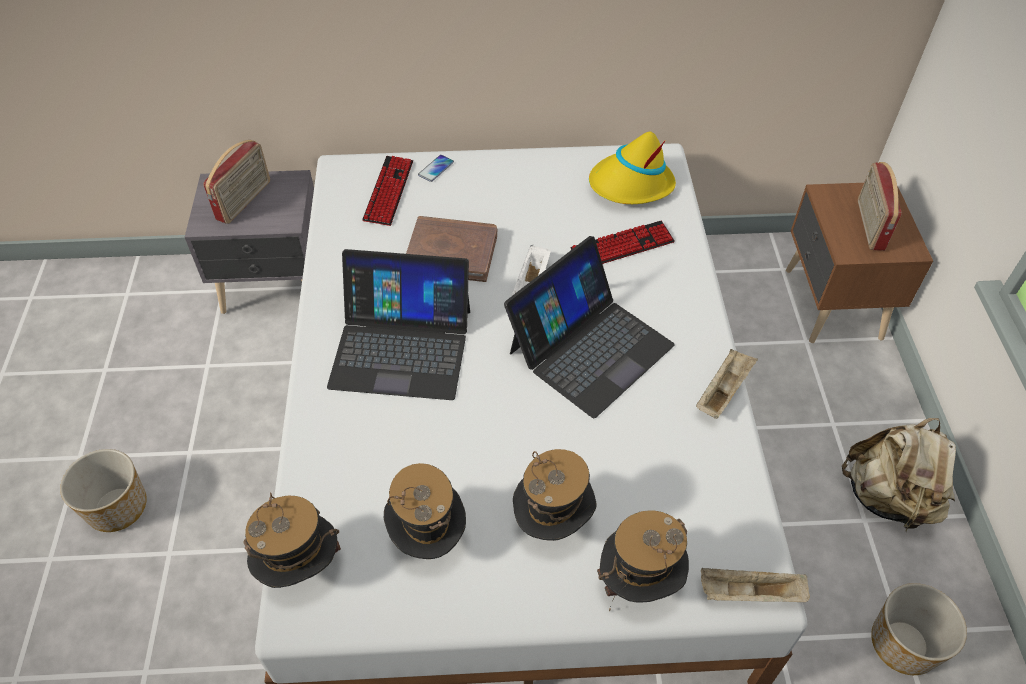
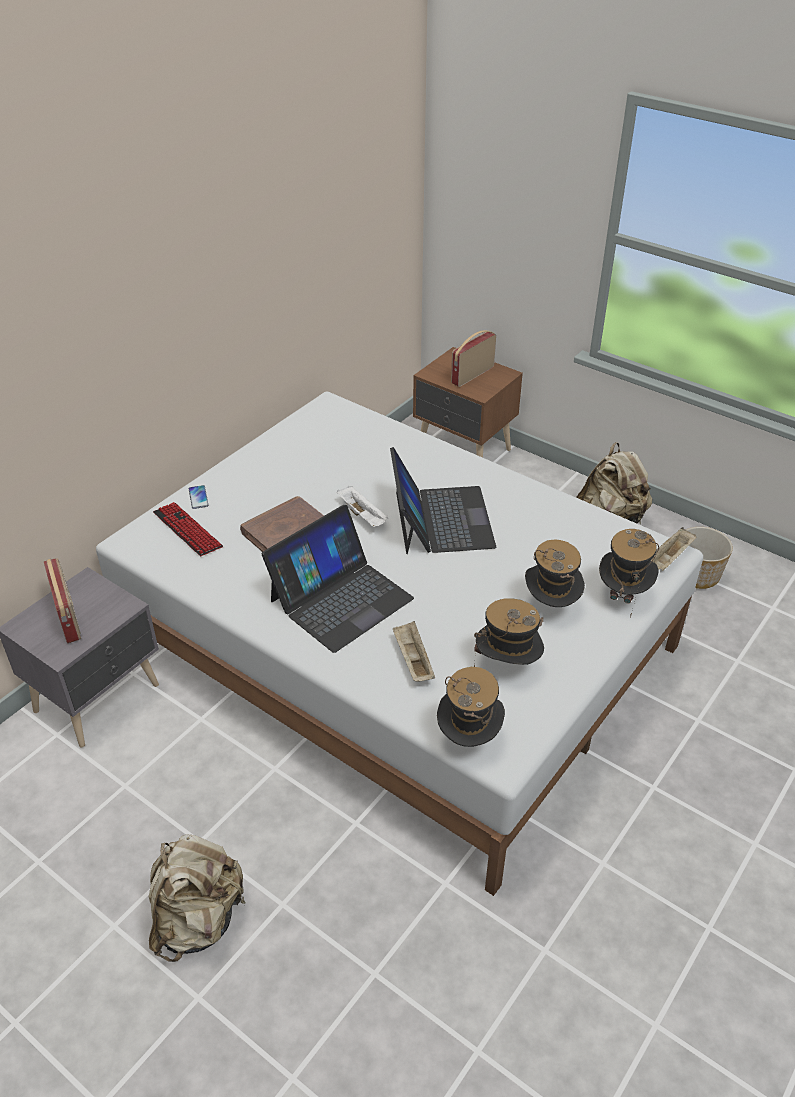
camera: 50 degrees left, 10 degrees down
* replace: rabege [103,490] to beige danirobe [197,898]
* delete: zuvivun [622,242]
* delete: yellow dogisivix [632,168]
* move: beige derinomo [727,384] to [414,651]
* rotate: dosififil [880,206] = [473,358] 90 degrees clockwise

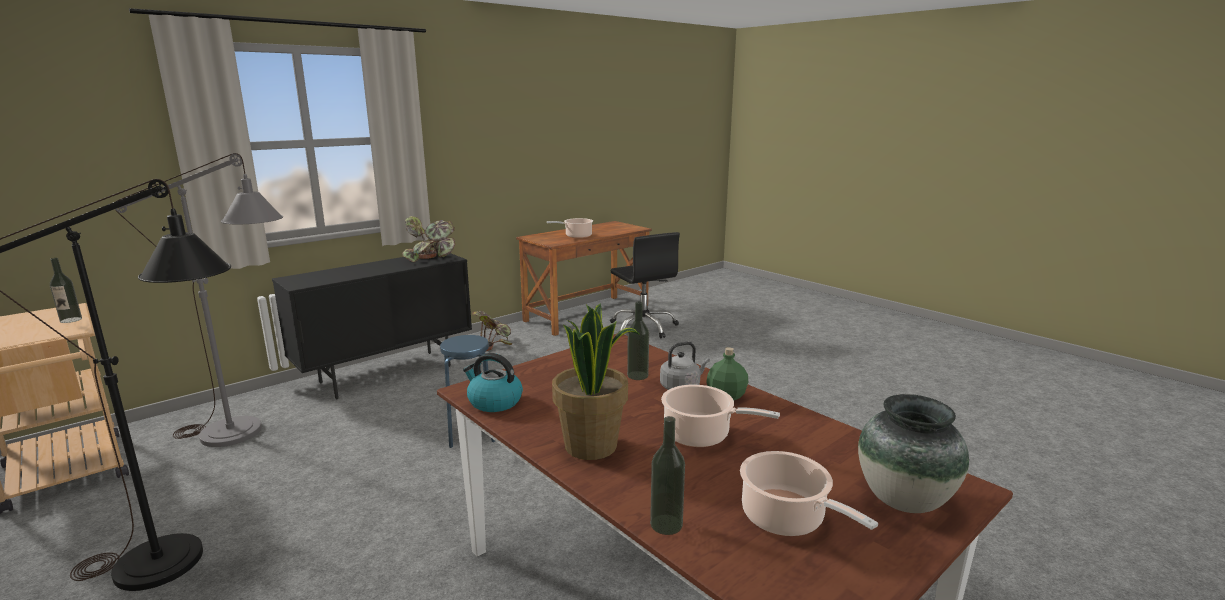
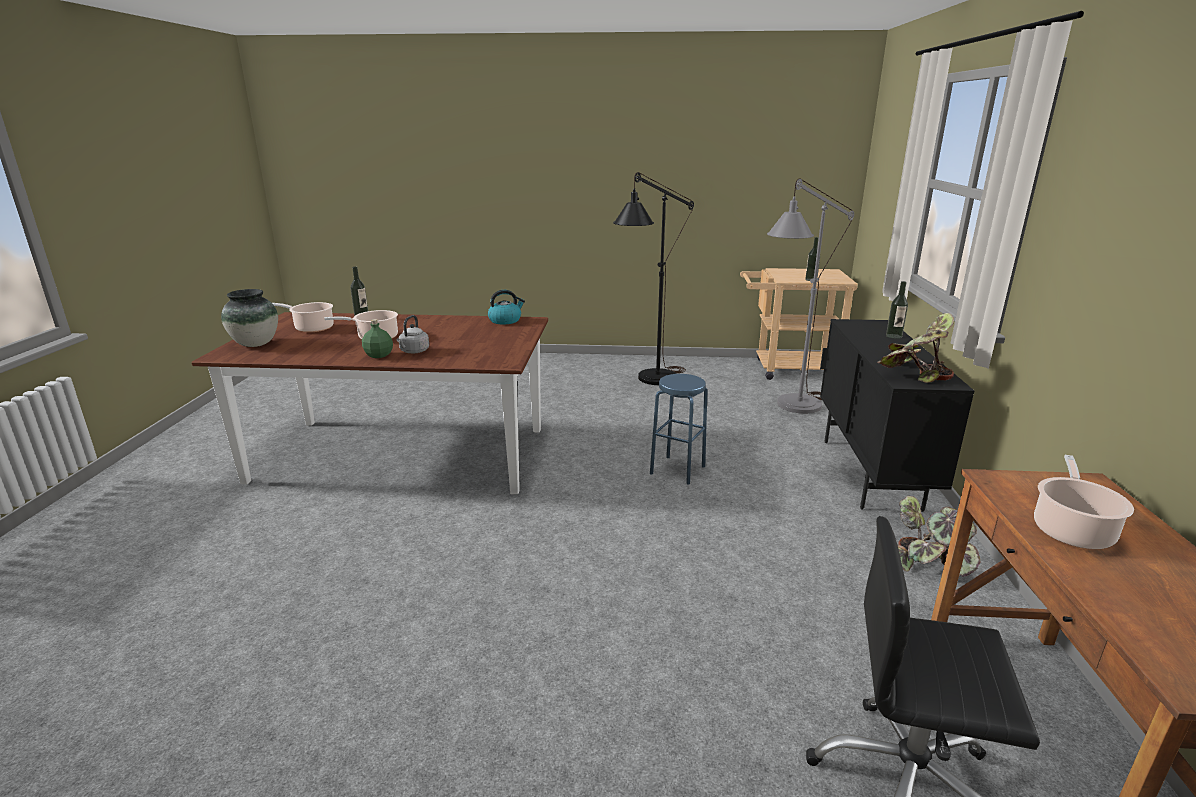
camera: 135 degrees right, 5 degrees up
* delete: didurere [596,381]
* move: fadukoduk [638,340] to [897,310]

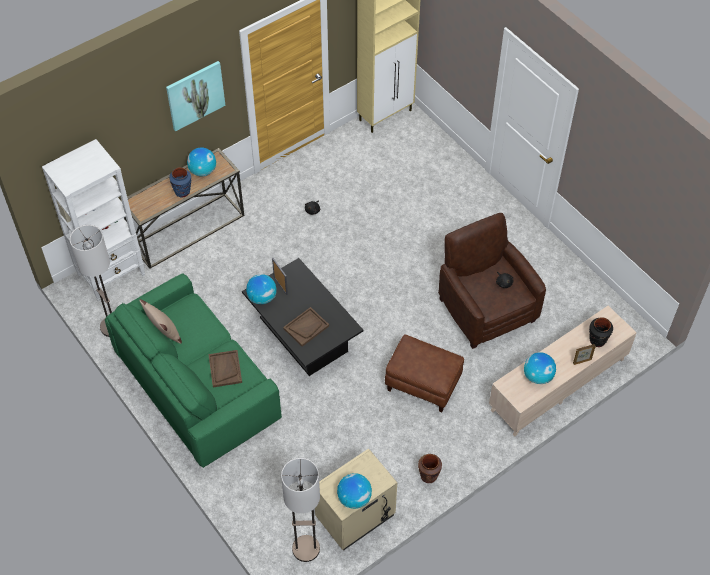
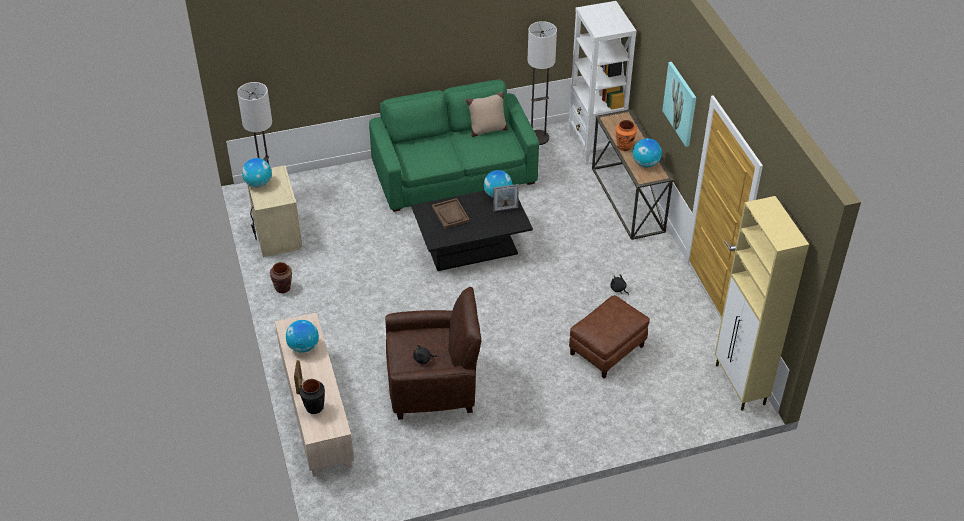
camera: 110 degrees right, 10 degrees down
* recolor: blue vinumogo [180,182] to orange vinumogo [626,135]
* delete: brown derinomo [225,368]
* move: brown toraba [424,373] to [609,337]

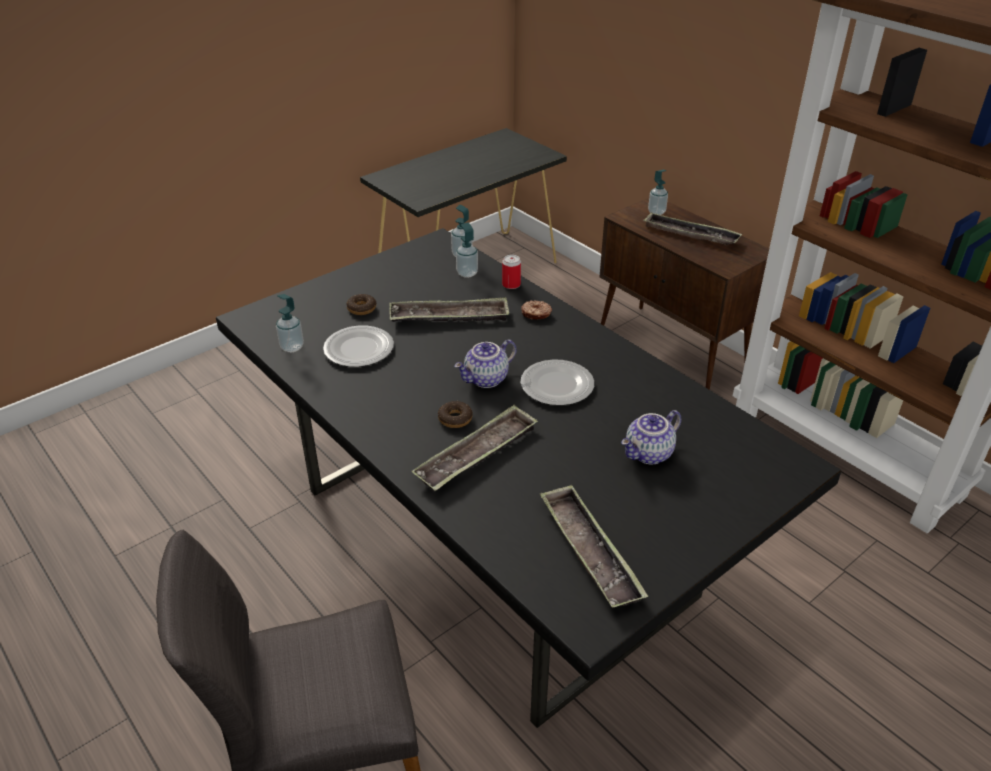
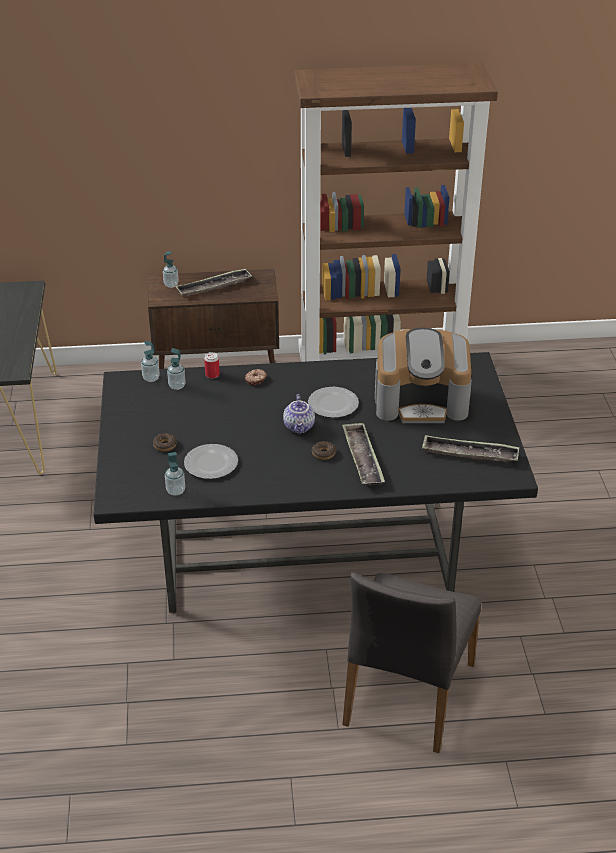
camera: 55 degrees left, 0 degrees up
* delete: derinomo [449,309]
* replace: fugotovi [651,437] to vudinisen [423,375]

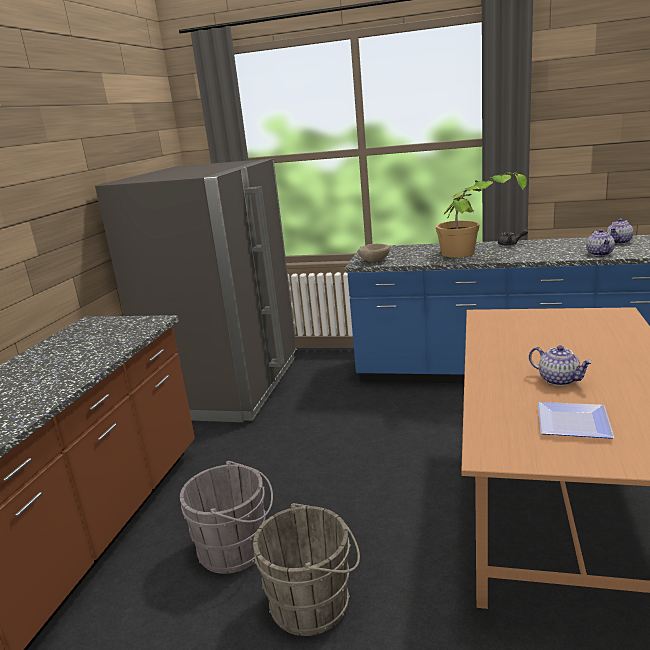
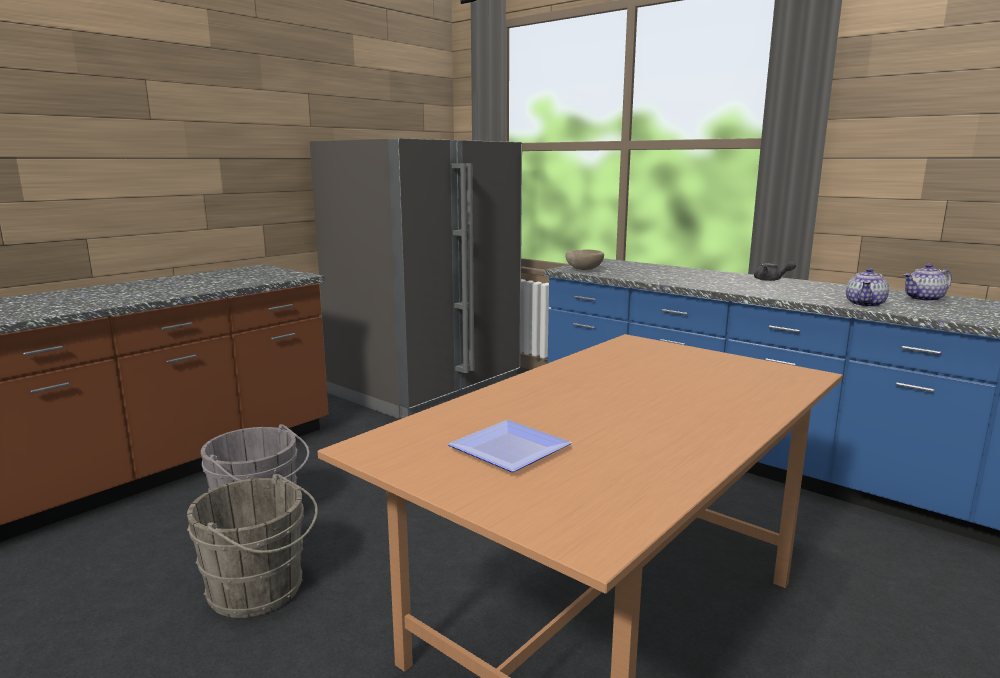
camera: 25 degrees right, 5 degrees down
* delete: didurere [481,215]
* delete: fugotovi [561,365]

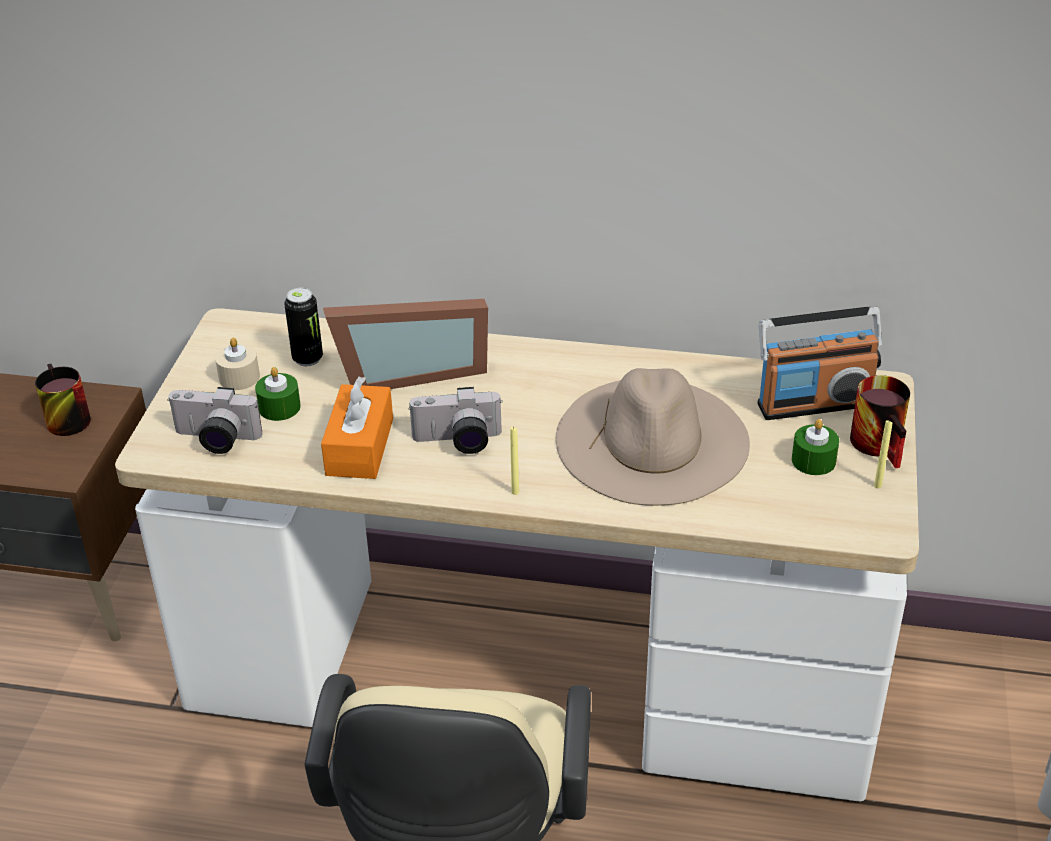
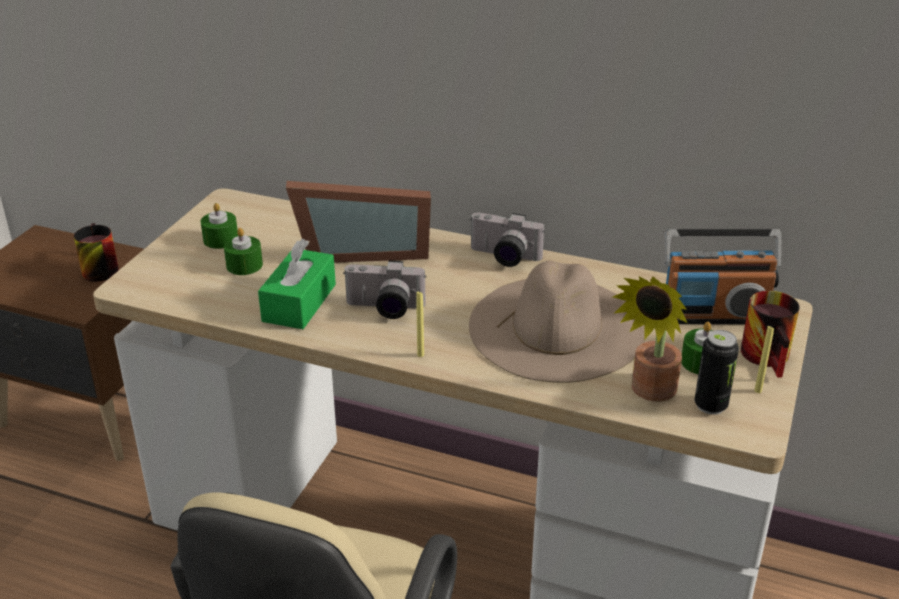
camera: 10 degrees right, 5 degrees down
* move: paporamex [214,420] to [507,240]
* recolor: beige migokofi [237,364] to green migokofi [219,226]
* move: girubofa [303,327] to [716,372]
* recolor: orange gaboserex [357,427] to green gaboserex [297,284]
* insert: didurere [650,339]

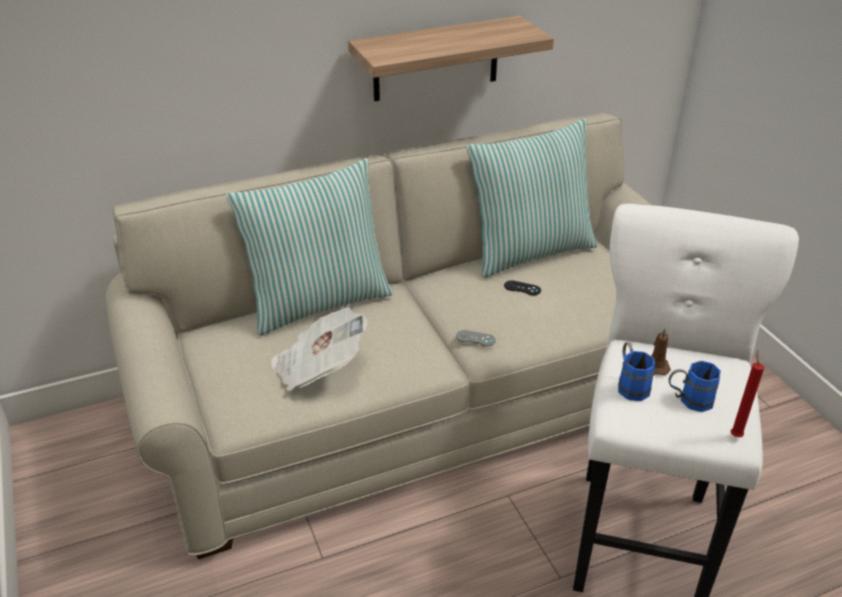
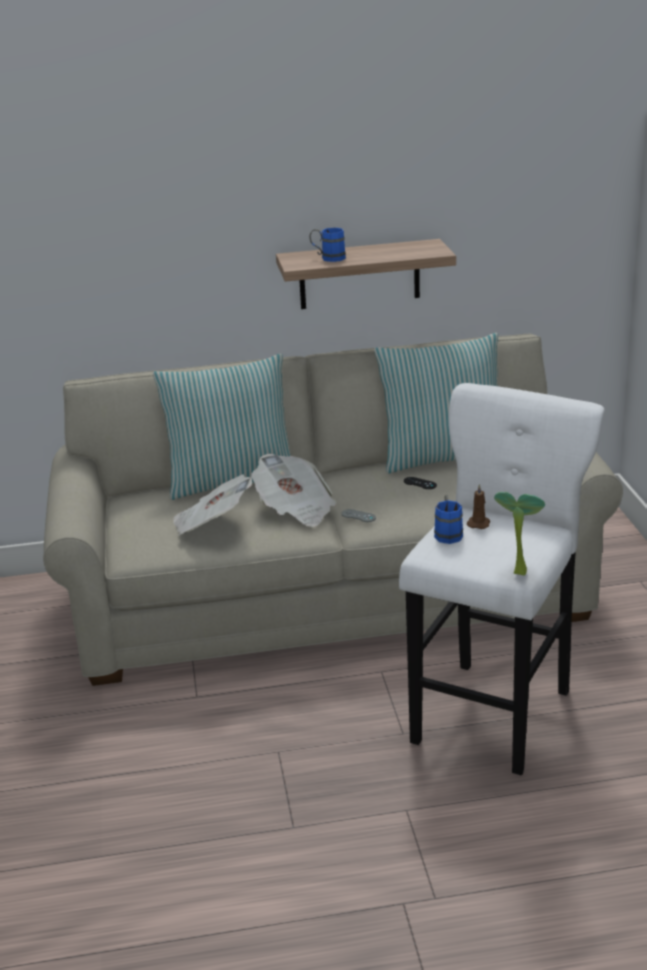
camera: 15 degrees right, 10 degrees down
* move: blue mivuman [695,386] to [328,245]
* replace: red migokofi [747,394] to didurere [519,533]
* insert: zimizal [294,490]

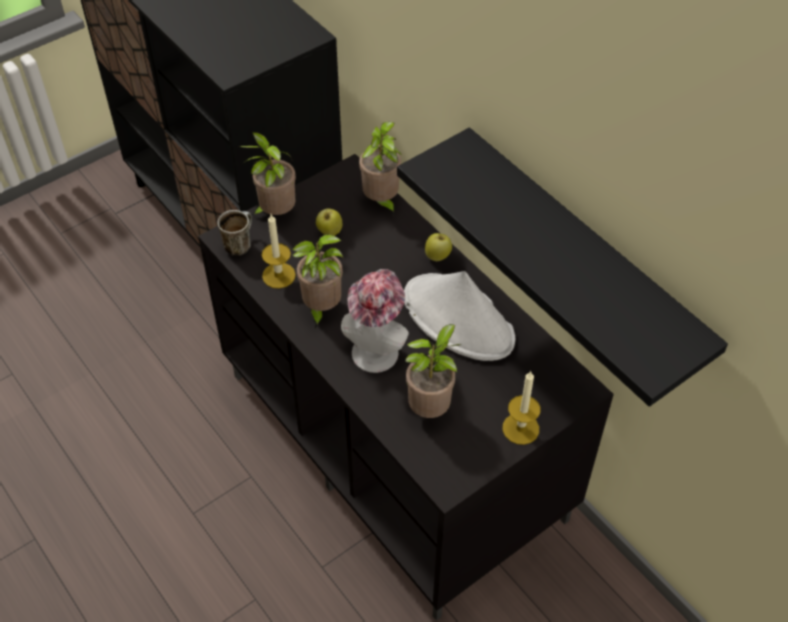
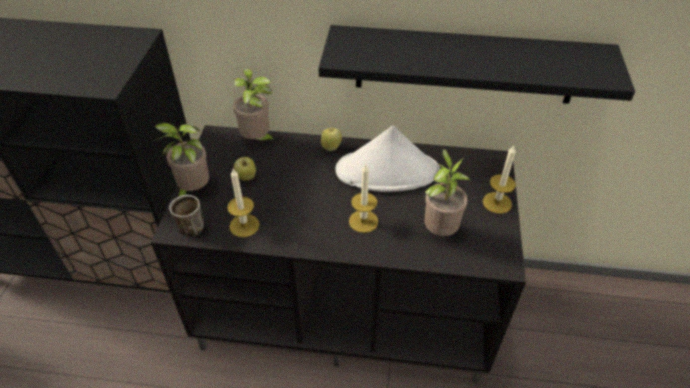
camera: 45 degrees left, 5 degrees down
* delete: didurere [317,281]
* replace: dogisivix [375,321] to migokofi [363,198]

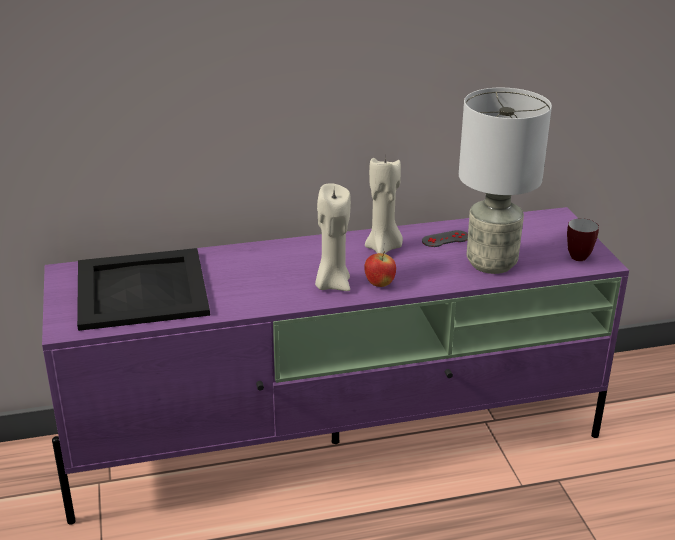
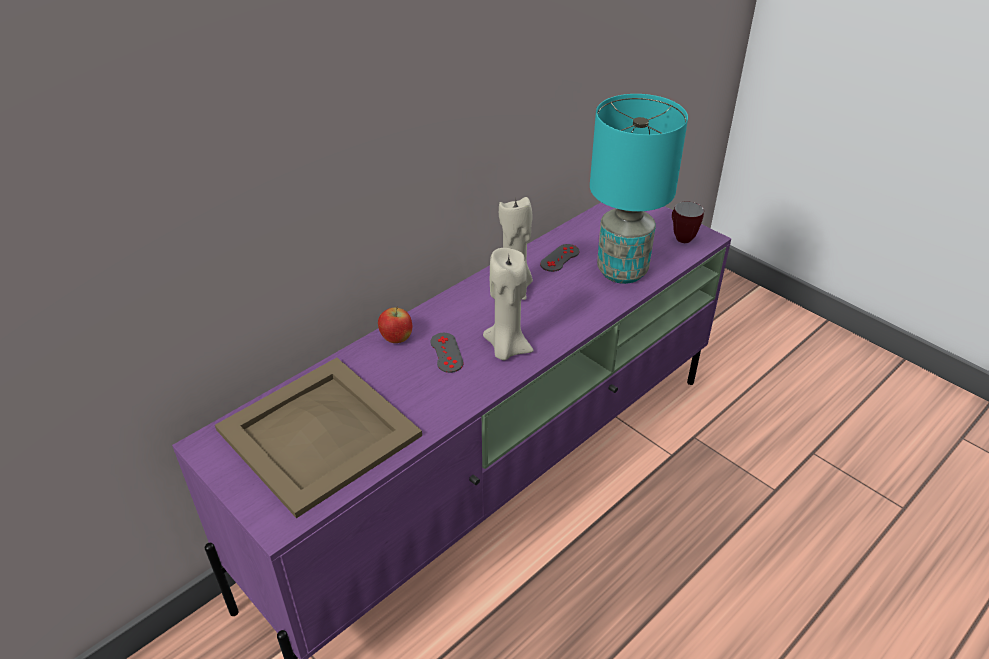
camera: 30 degrees left, 10 degrees up
* recolor: black derinomo [143,289] to beige derinomo [318,438]
* move: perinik [380,269] to [395,324]
* recolor: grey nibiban [505,181] to turquoise nibiban [639,189]
* insert: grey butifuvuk [447,353]

